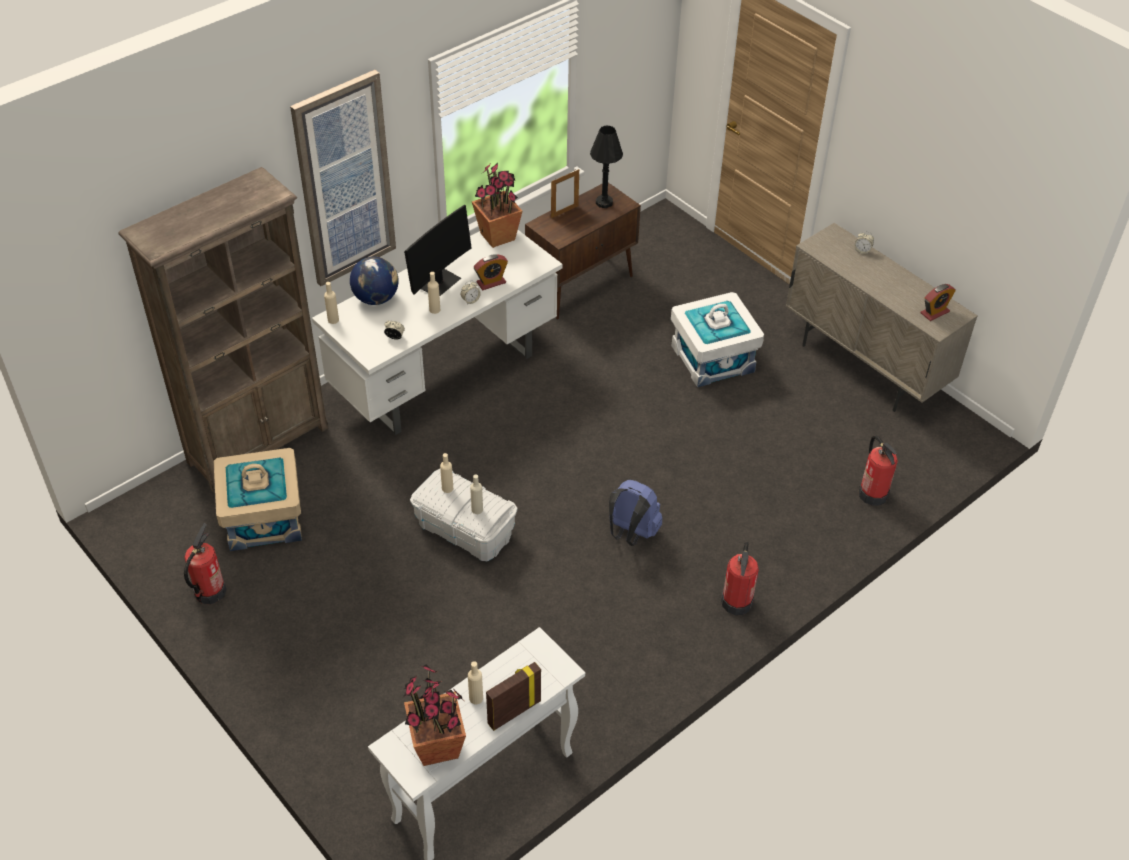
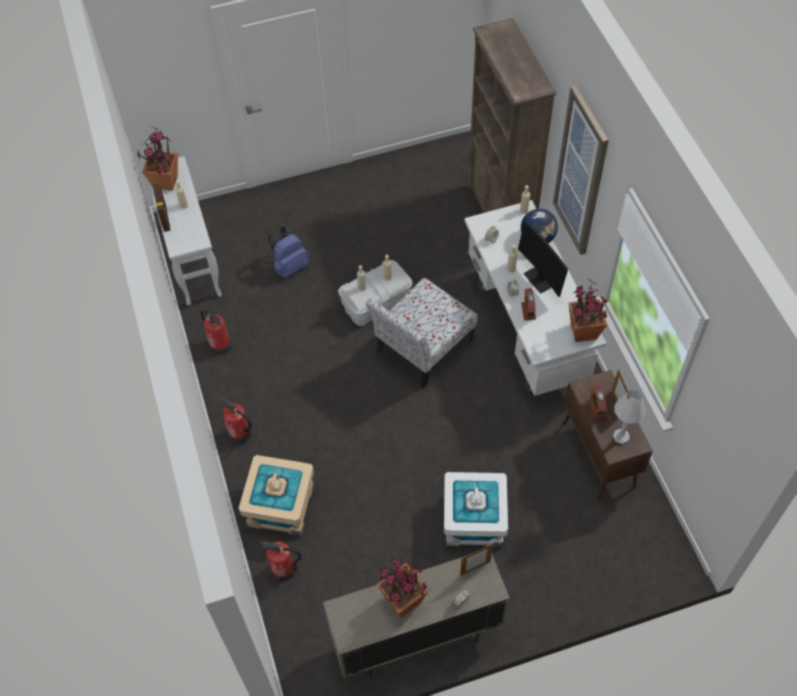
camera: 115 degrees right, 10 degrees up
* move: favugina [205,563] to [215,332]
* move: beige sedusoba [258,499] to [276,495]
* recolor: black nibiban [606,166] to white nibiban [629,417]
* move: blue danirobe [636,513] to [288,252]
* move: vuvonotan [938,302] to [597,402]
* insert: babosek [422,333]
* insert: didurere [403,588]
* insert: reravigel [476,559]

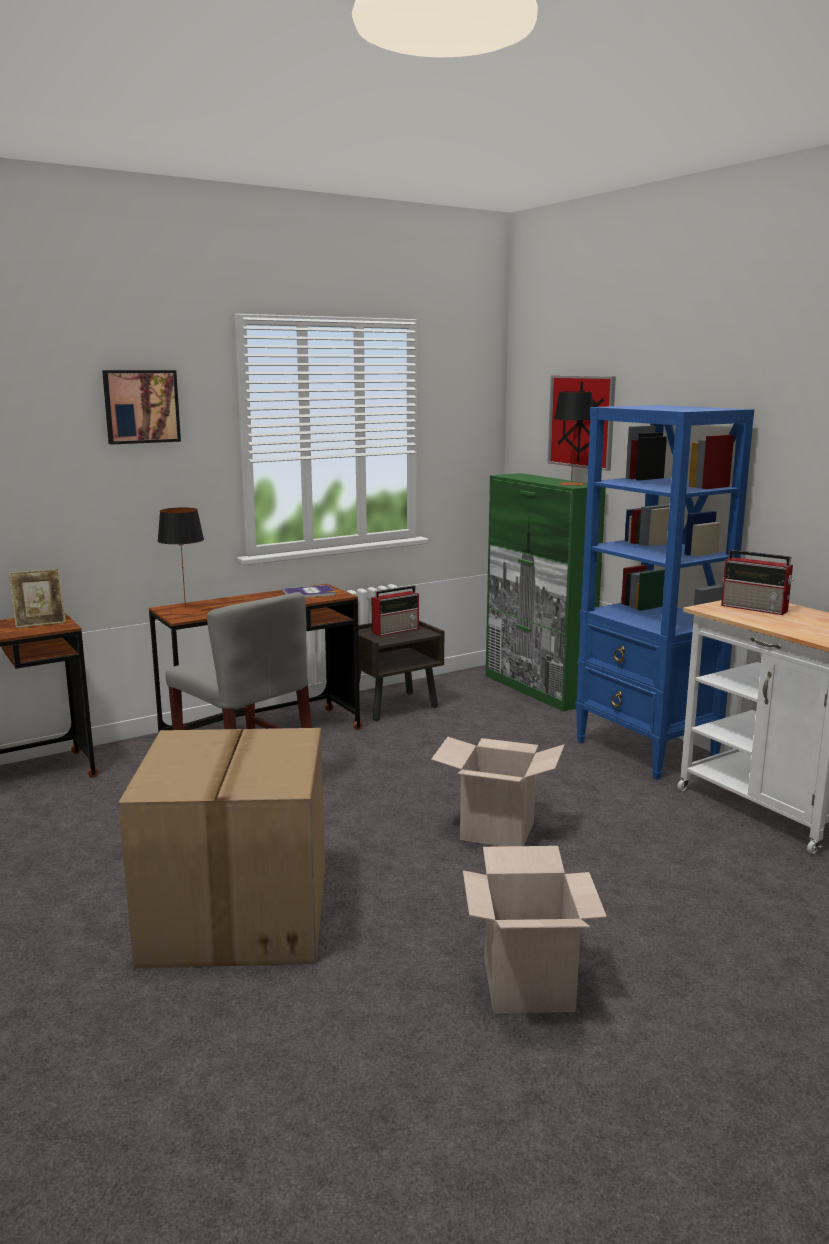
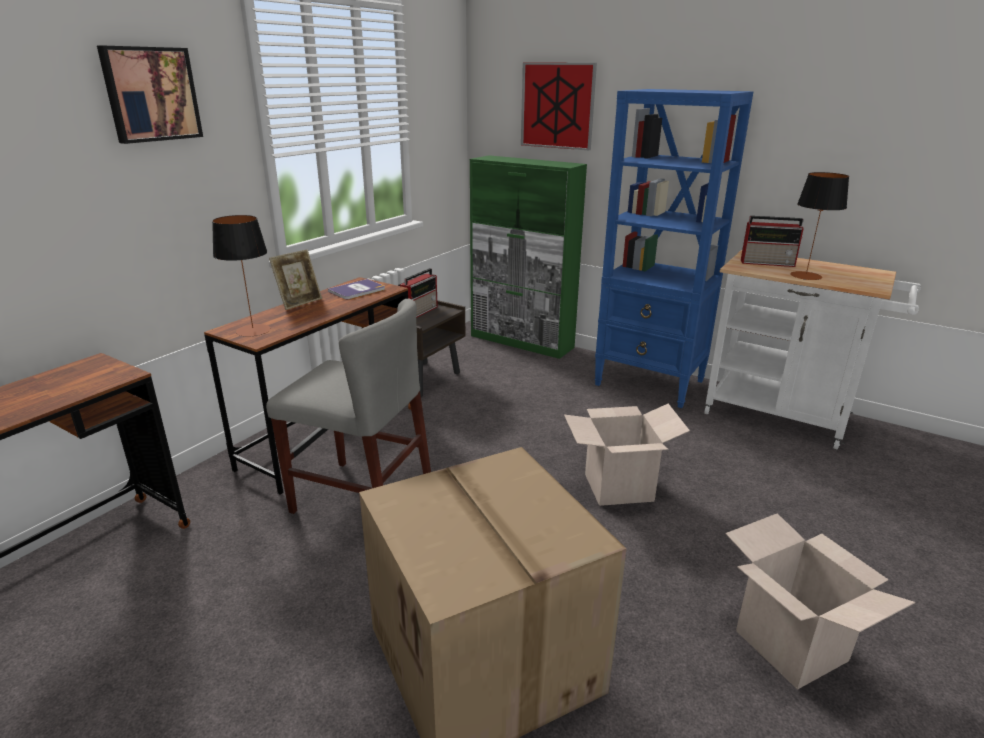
camera: 25 degrees left, 10 degrees up
* move: reravigel [37,598] to [295,279]
* move: nibiban [573,438] to [819,226]

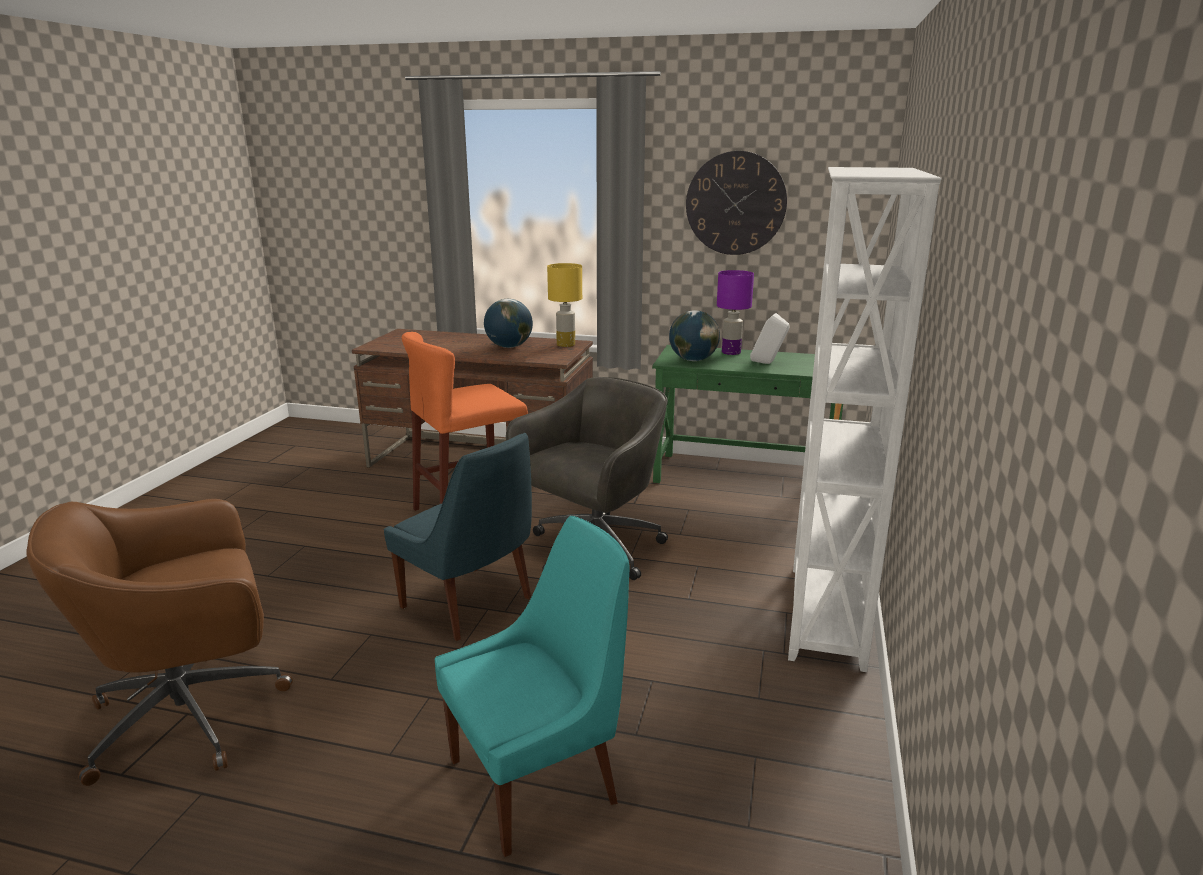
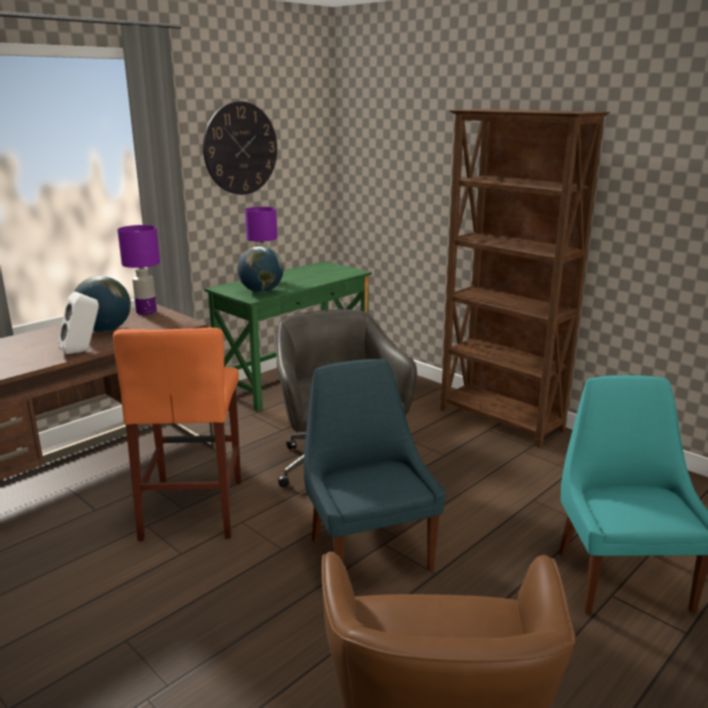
camera: 60 degrees left, 0 degrees up
* rotate: blue babosek [458,537] = [375,465] 90 degrees counterclockwise
* recolor: yellow nibiban [564,305] to purple nibiban [138,270]
* move: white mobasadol [769,338] to [78,323]
* recolor: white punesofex [865,419] to brown punesofex [525,278]

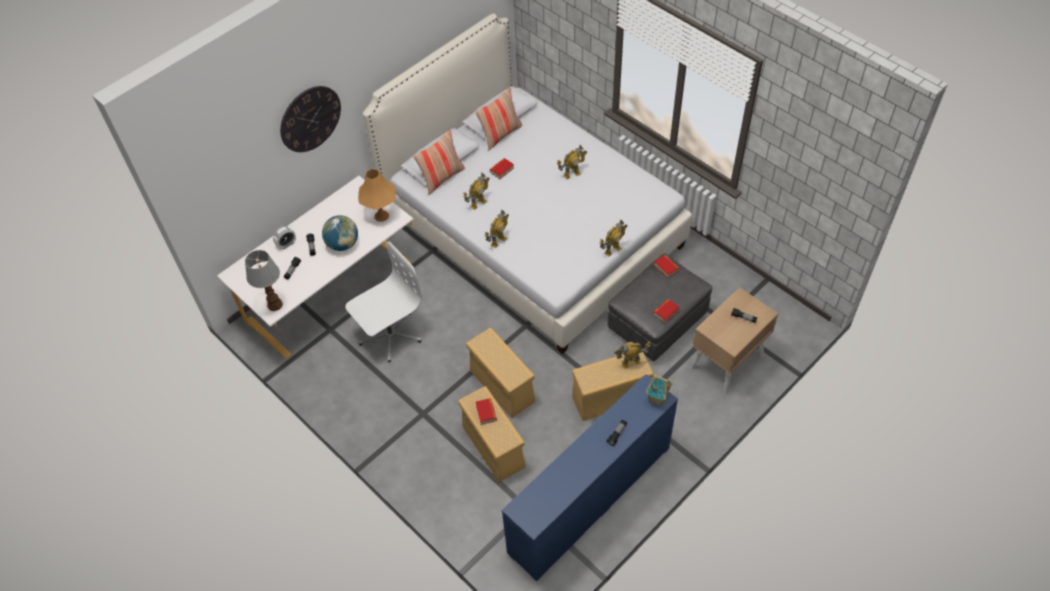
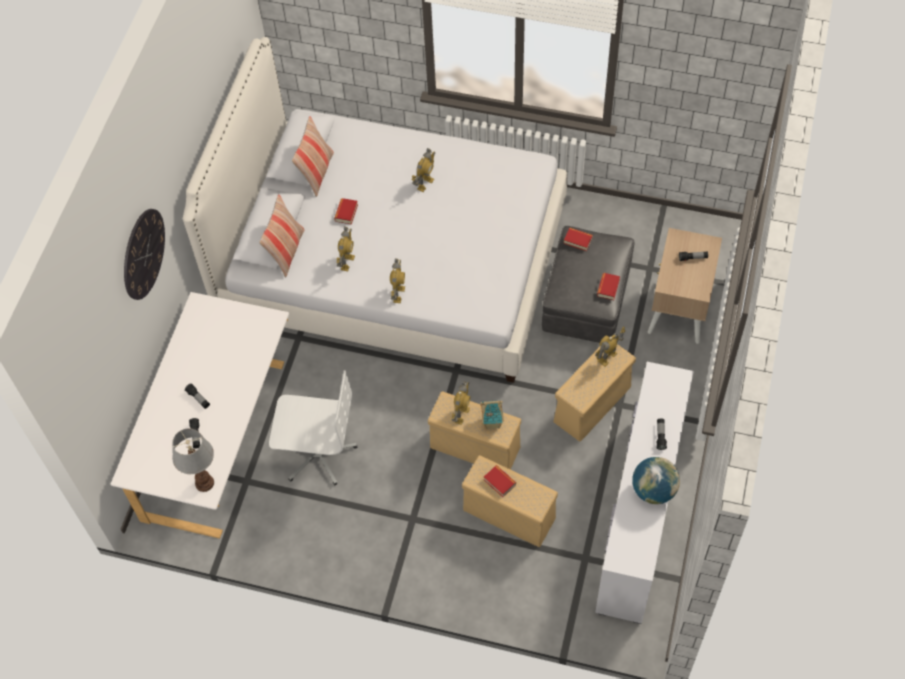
camera: 30 degrees left, 5 degrees up
* delete: vuvonotan [284,238]
* move: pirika [340,233] to [656,480]
* rotate: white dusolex [383,301] = [313,427] 75 degrees clockwise
* delete: orange nibiban [377,195]
* recolor: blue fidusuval [589,477] to white fidusuval [644,493]
* move: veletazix [613,238] to [460,403]
* move: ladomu [659,390] to [492,414]

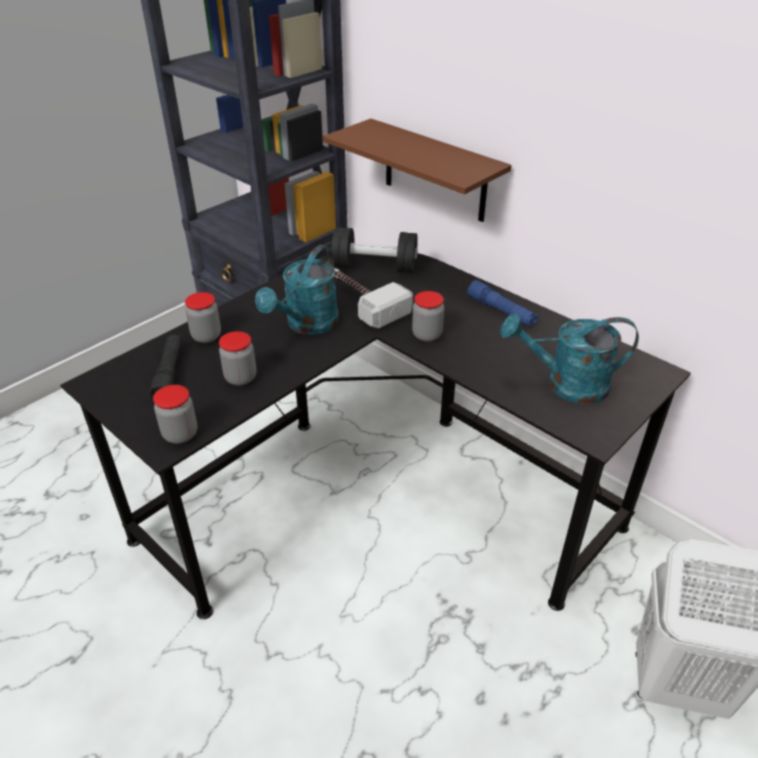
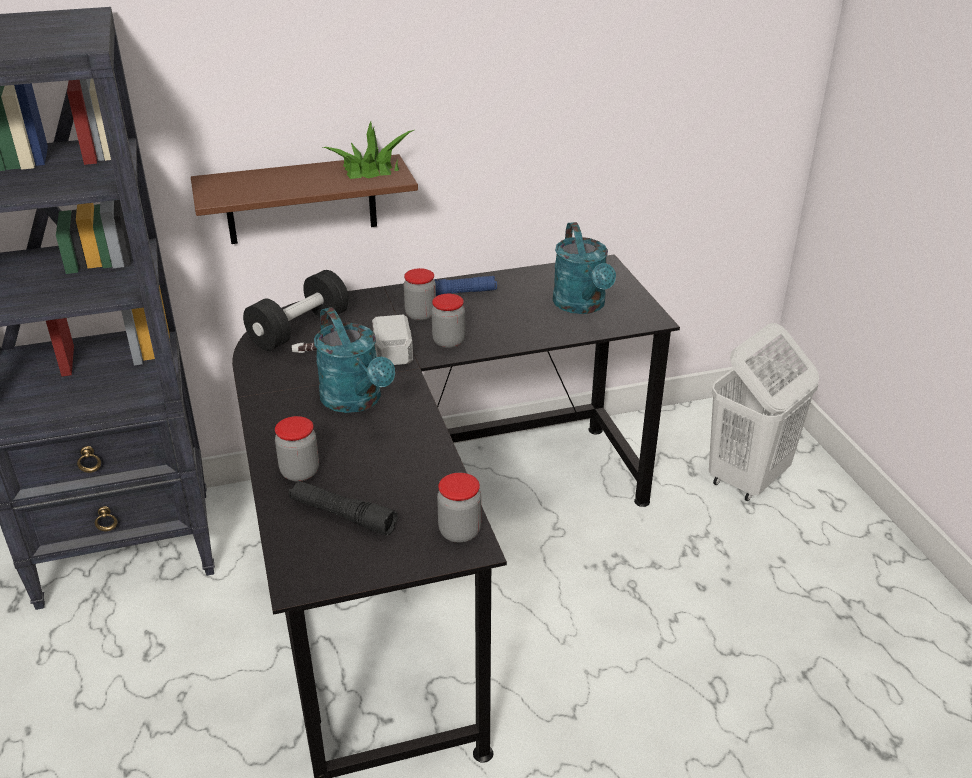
camera: 60 degrees left, 5 degrees down
* move: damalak [238,358] to [420,294]
* rotate: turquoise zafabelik [569,358] = [584,268] 45 degrees counterclockwise
* insert: didurere [368,150]

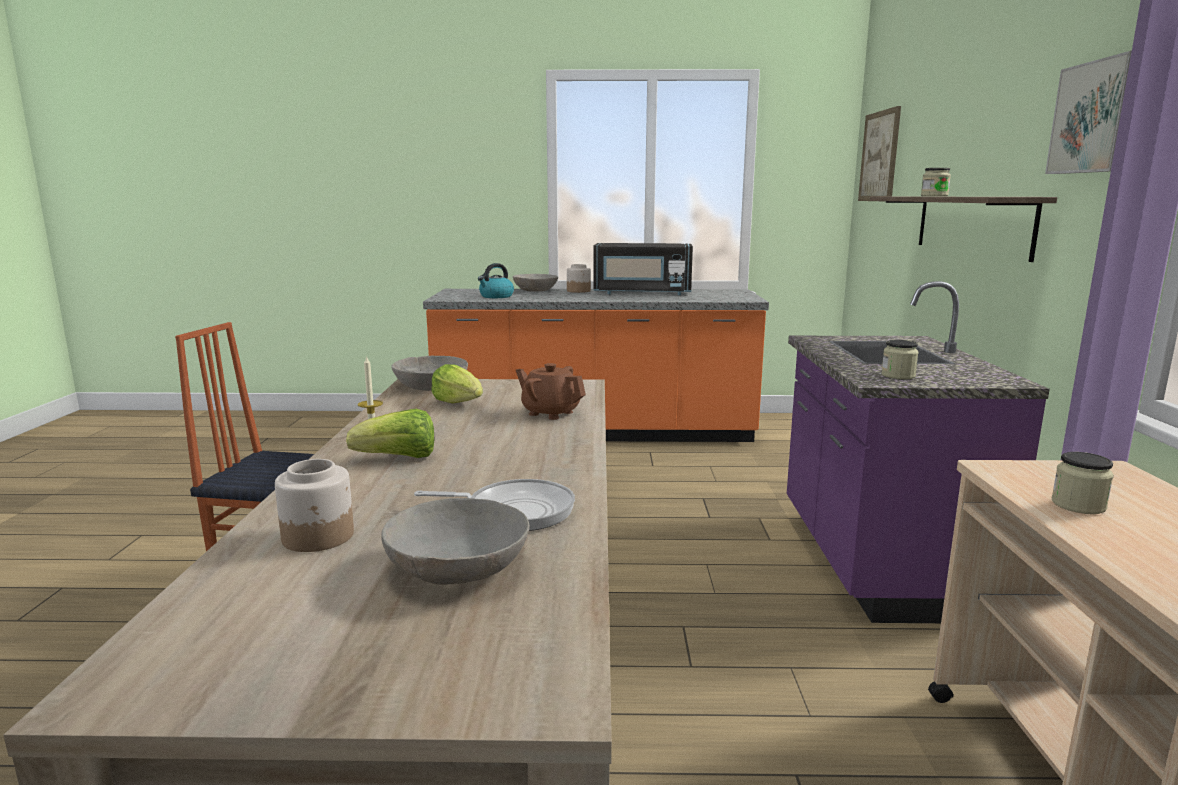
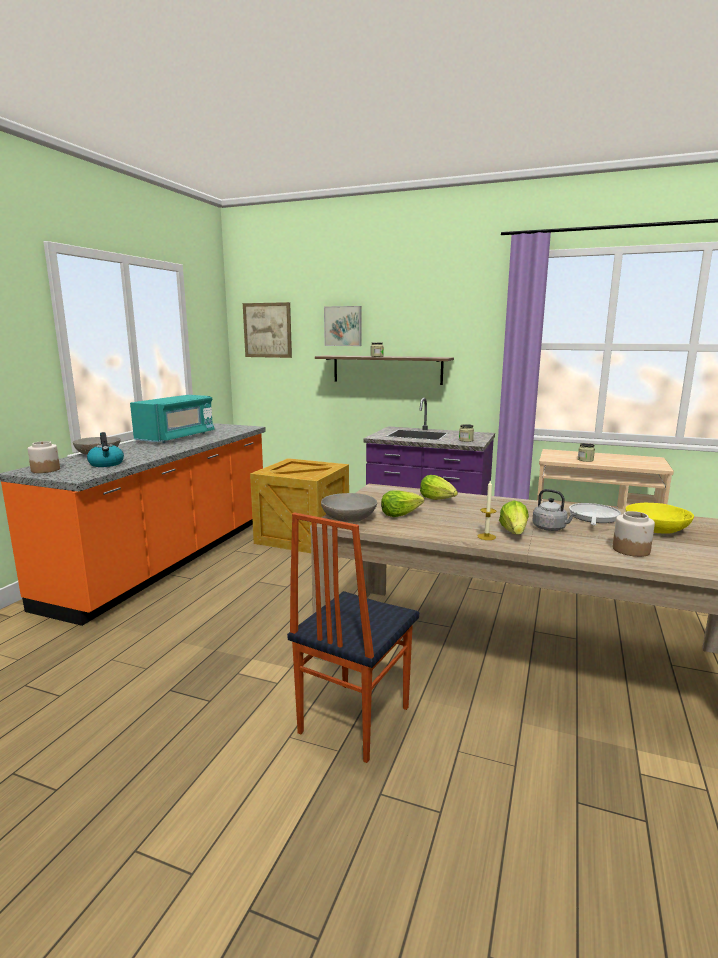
camera: 70 degrees left, 0 degrees up
* recolor: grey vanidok [455,541] to yellow vanidok [660,518]
* replace: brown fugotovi [551,391] to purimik [439,487]
* move: damalak [579,278] to [43,457]
* recolor: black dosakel [643,269] to turquoise dosakel [172,419]
* move: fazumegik [1088,112] to [343,326]
* insert: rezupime [299,505]
* insert: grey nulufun [554,510]

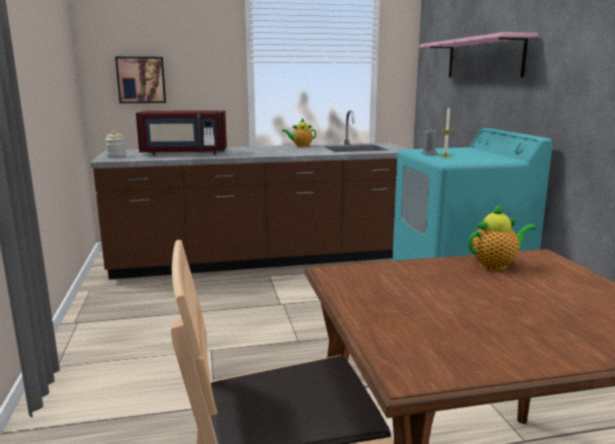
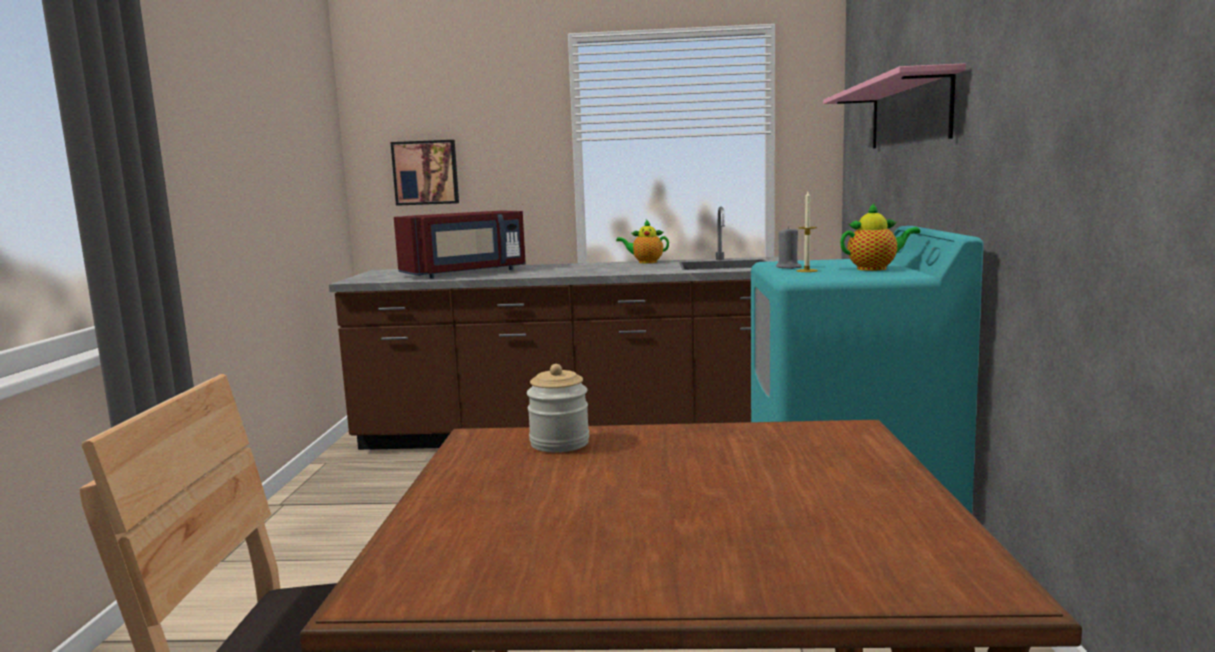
camera: 15 degrees right, 5 degrees down
* move: damalak [115,144] to [558,408]
* rotate: red dosakel [181,132] = [460,244] 45 degrees counterclockwise
* move: fugotovi [502,237] to [880,237]

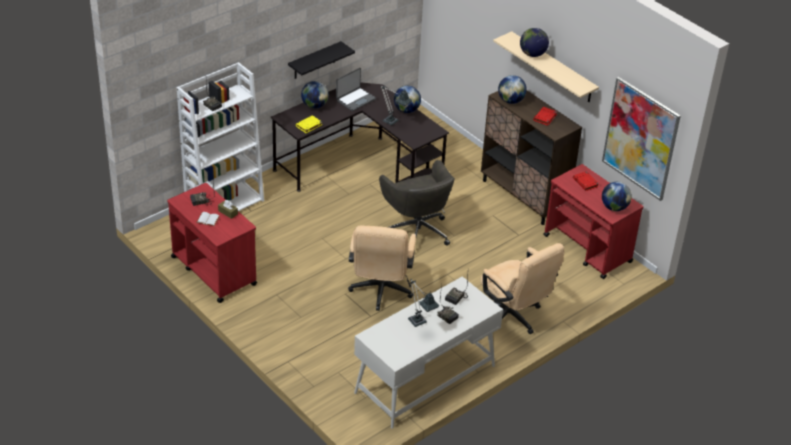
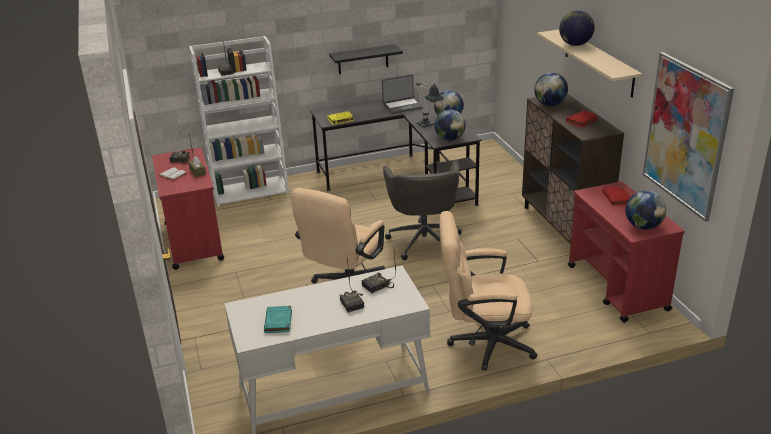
camera: 25 degrees right, 10 degrees down
* move: pirika [315,95] to [450,125]
* delete: nibiban [423,303]
* rotate: beige dusolex [522,288] = [488,291] 105 degrees clockwise
* insert: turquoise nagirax [278,319]

